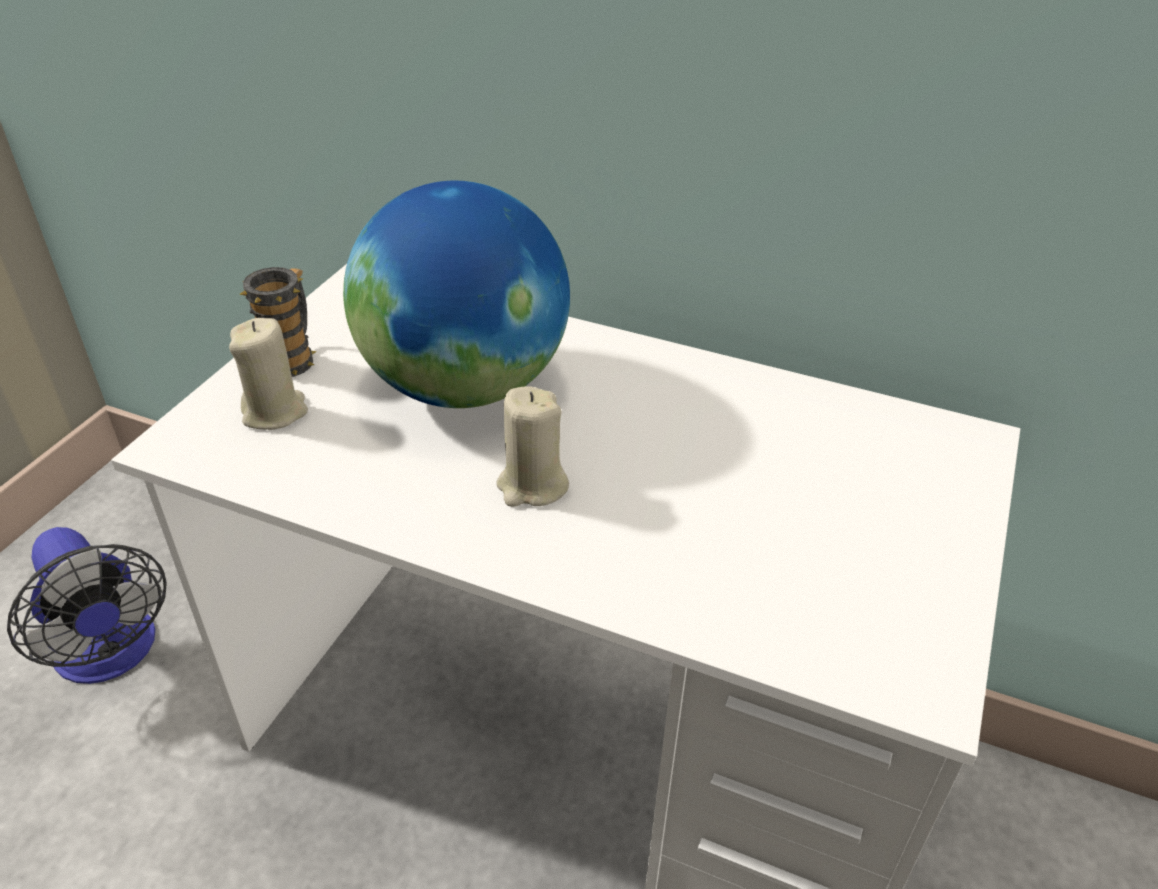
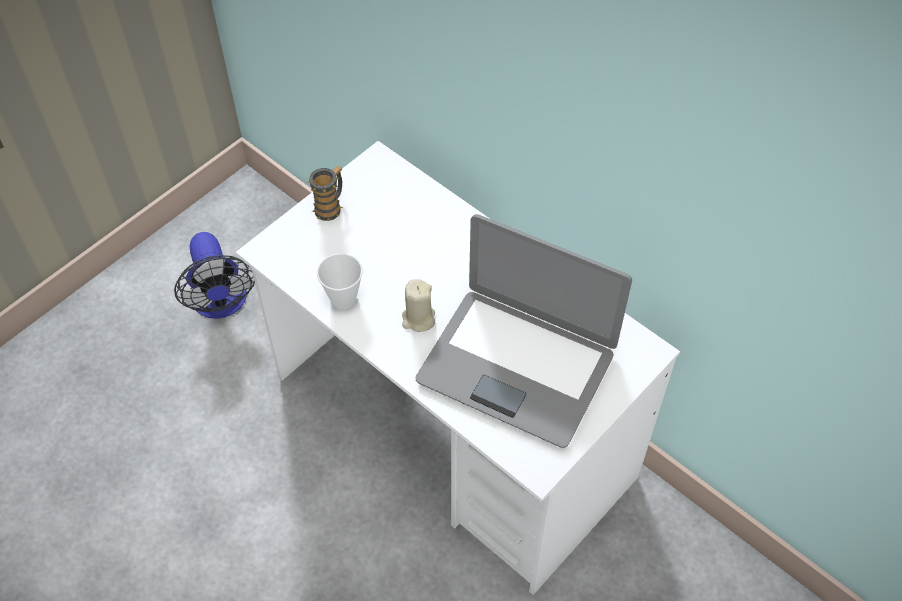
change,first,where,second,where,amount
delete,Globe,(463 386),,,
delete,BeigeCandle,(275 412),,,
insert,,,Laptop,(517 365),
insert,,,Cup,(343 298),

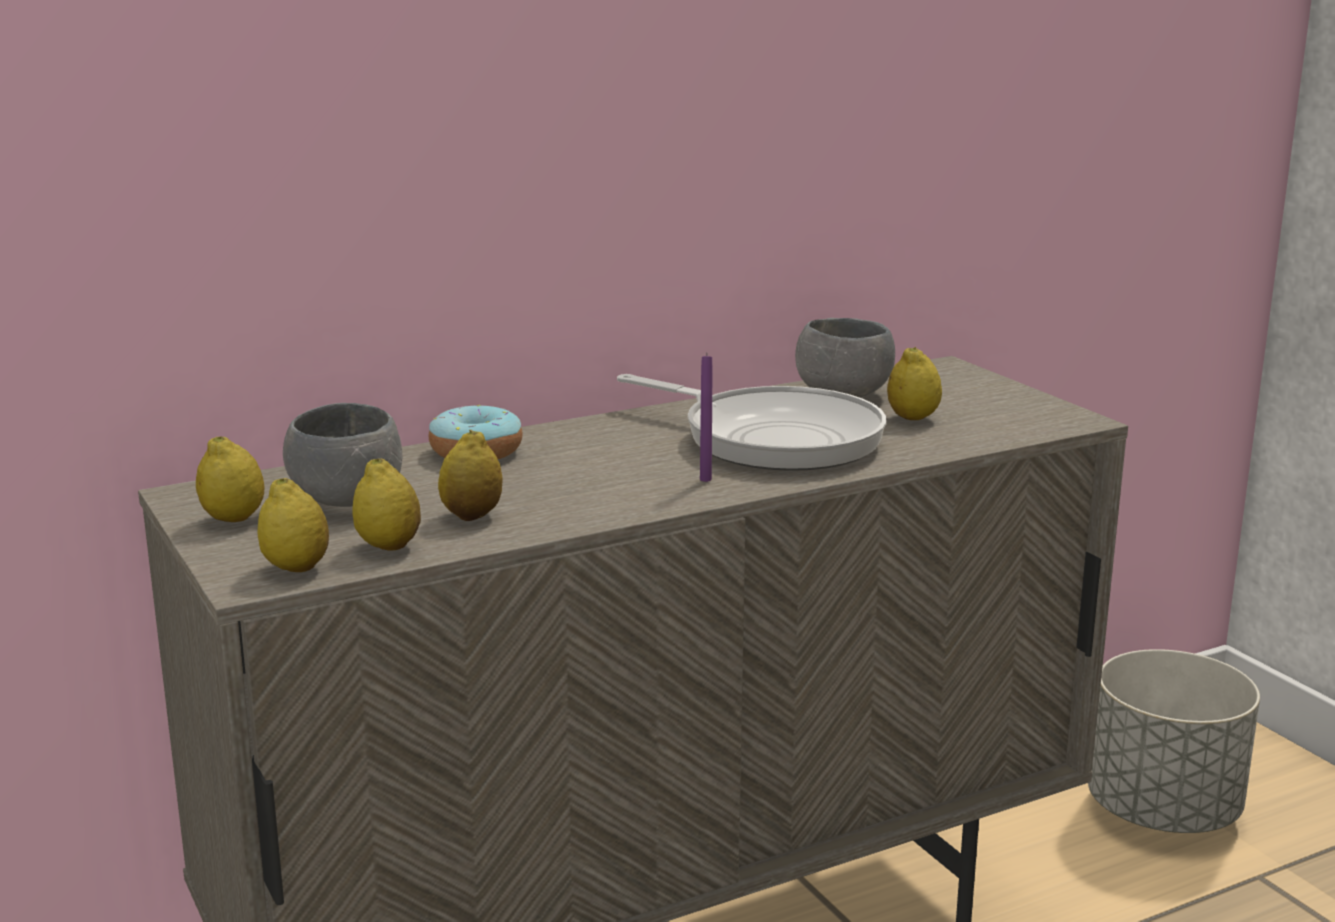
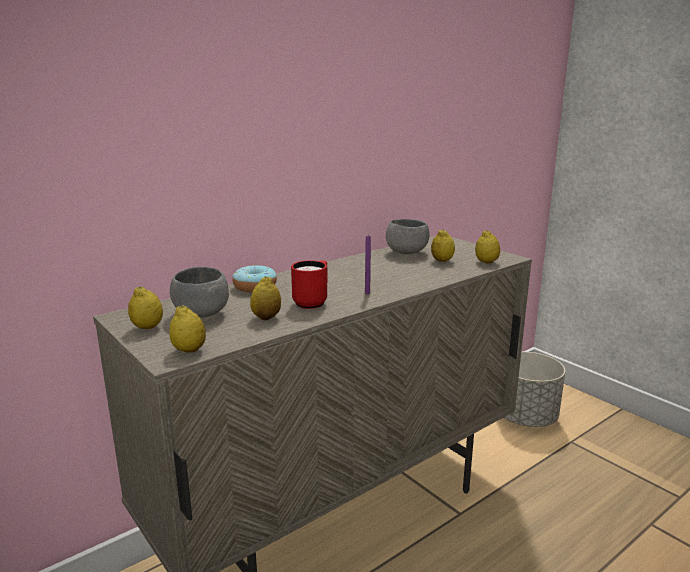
change,first,where,second,where,amount
delete,FryingPan,(773 438),,,
move,Lemon,(388 546),,(486 262),
insert,,,RedMug,(313 302),

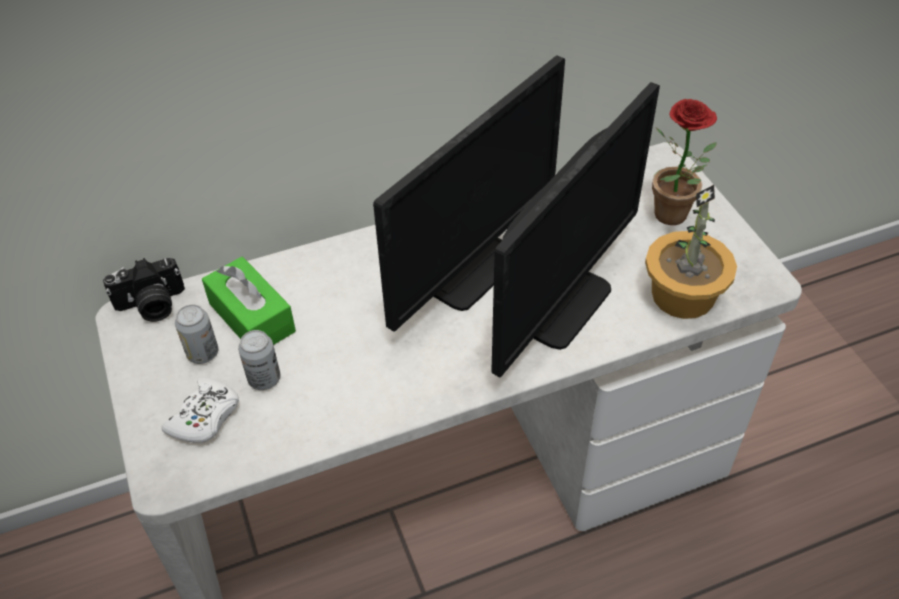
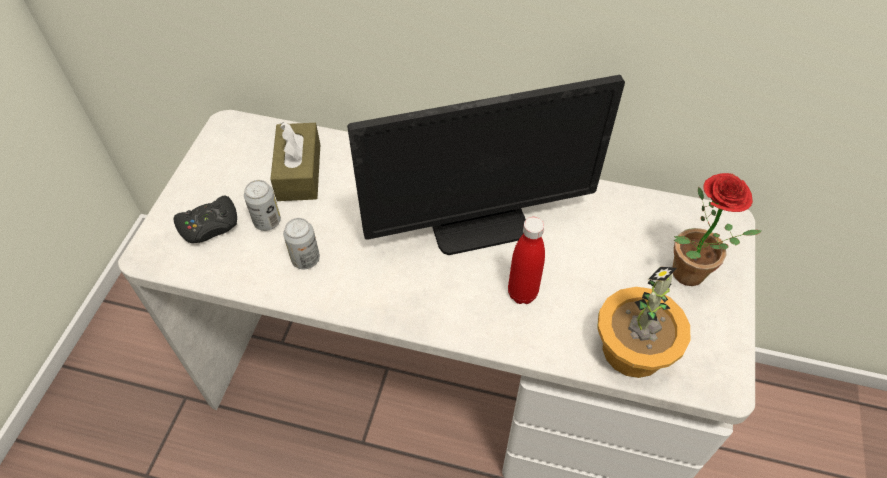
change,first,where,second,where,amount
replace,Monitor,(559 304),RedBottle,(522 293),
recolor,GreenTissueBox,(252 317),BrownTissueBox,(299 172),
delete,PhotoCamera,(151 306),,,
move,Can,(203 353),,(305 259),
recolor,WhiteGameController,(205 417),BlackGameController,(209 225),

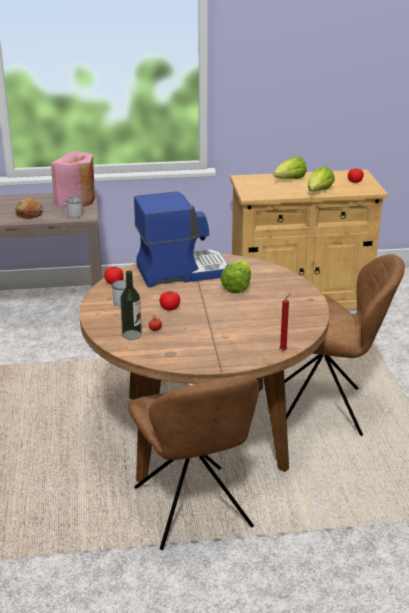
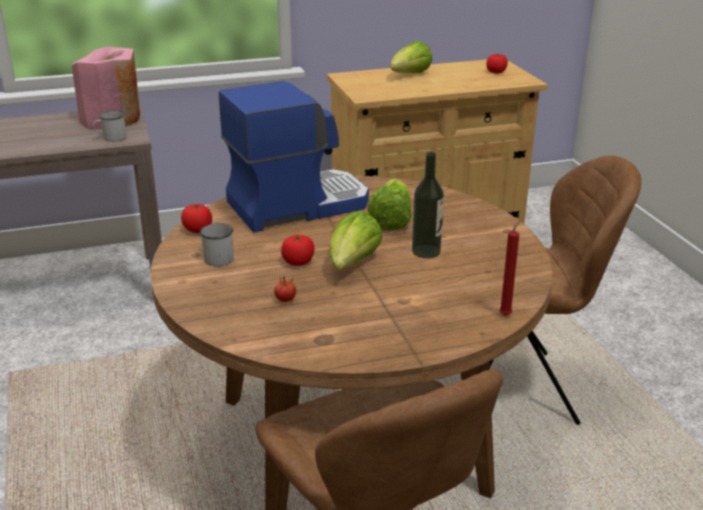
change,first,where,second,where,amount
move,Lettuce,(319 192),,(352 264),
delete,Bread,(30 214),,,
move,Bottle,(132 334),,(426 251),

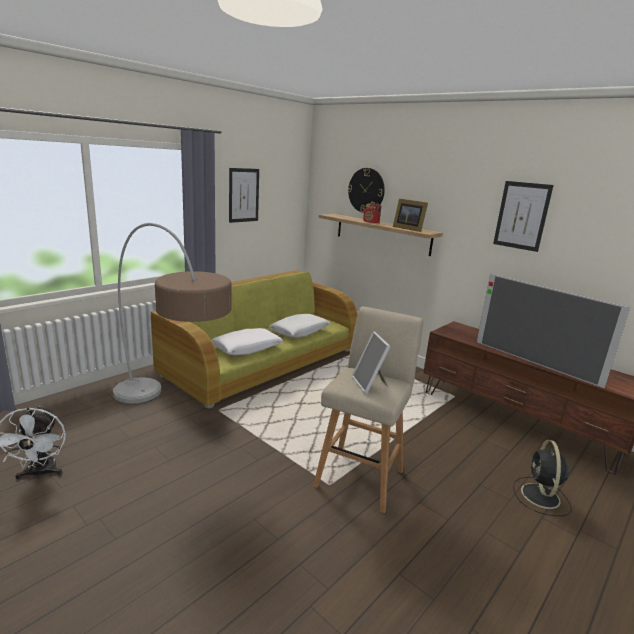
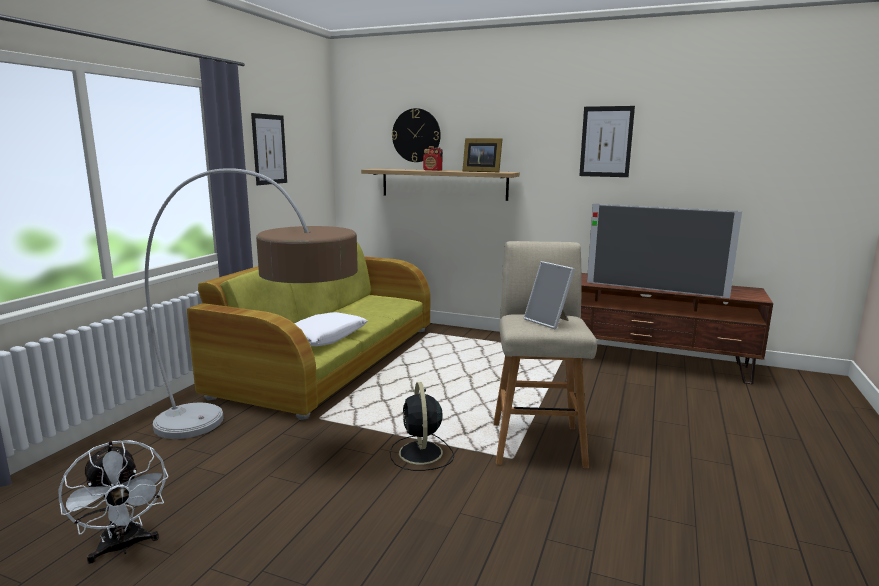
change,first,where,second,where,amount
delete,WhitePillow,(299 331),,,
move,BlackFan,(540 497),,(421 454),

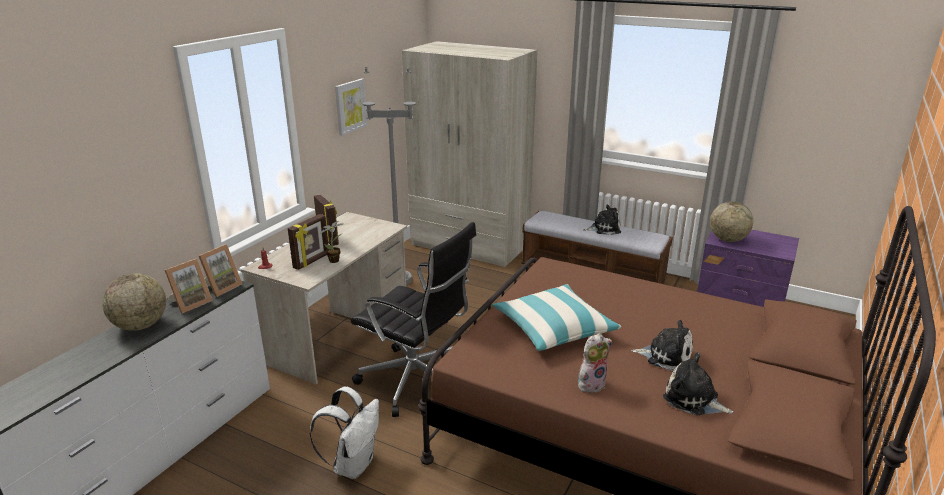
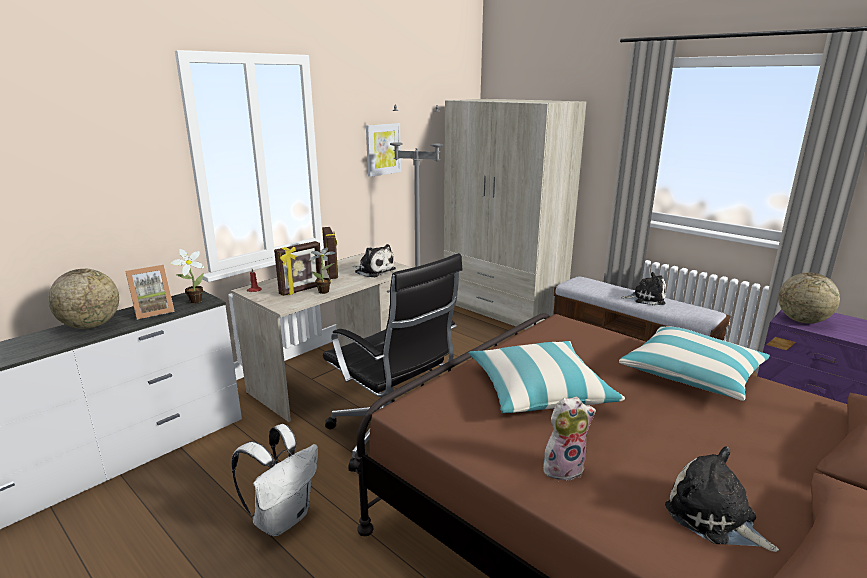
change,first,where,second,where,amount
replace,PictureFrame,(221 287),PottedPlant,(193 301),
move,PlushToy,(666 356),,(373 271),
insert,,,Pillow,(692 375),

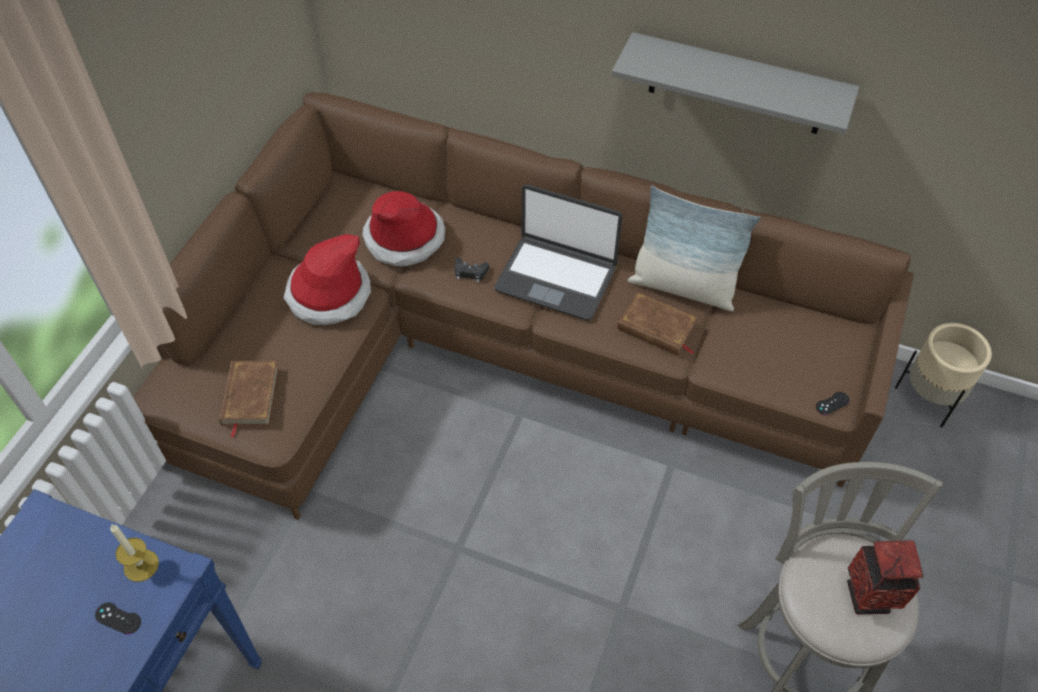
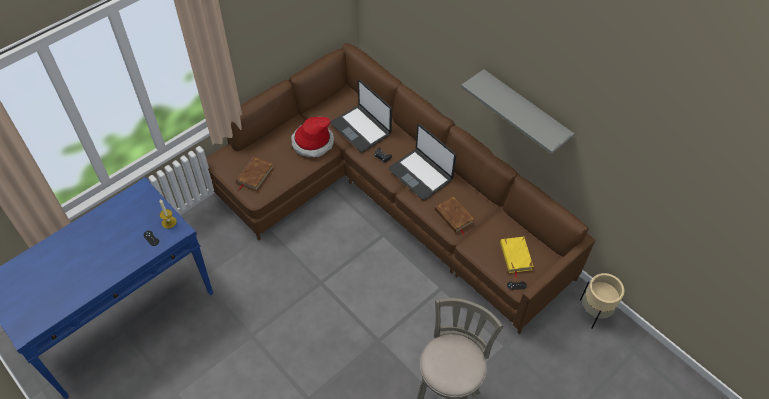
change,first,where,second,where,amount
delete,Pillow,(683 287),,,
replace,Hat,(404 238),Laptop,(361 128),
delete,Vase,(868 597),,,
insert,,,YellowBook,(515 256),

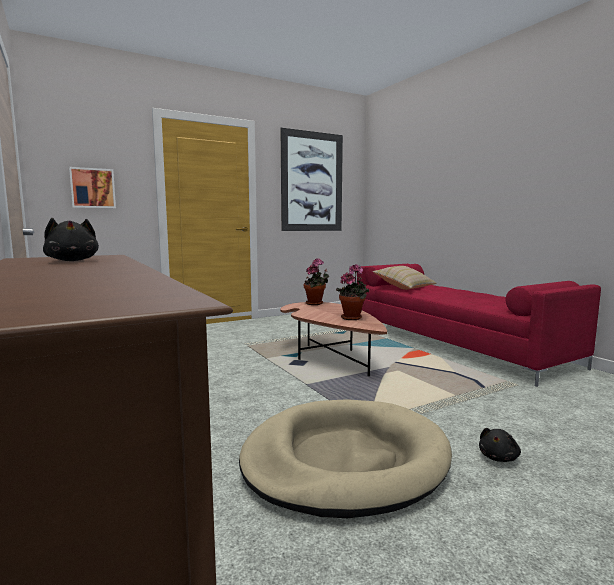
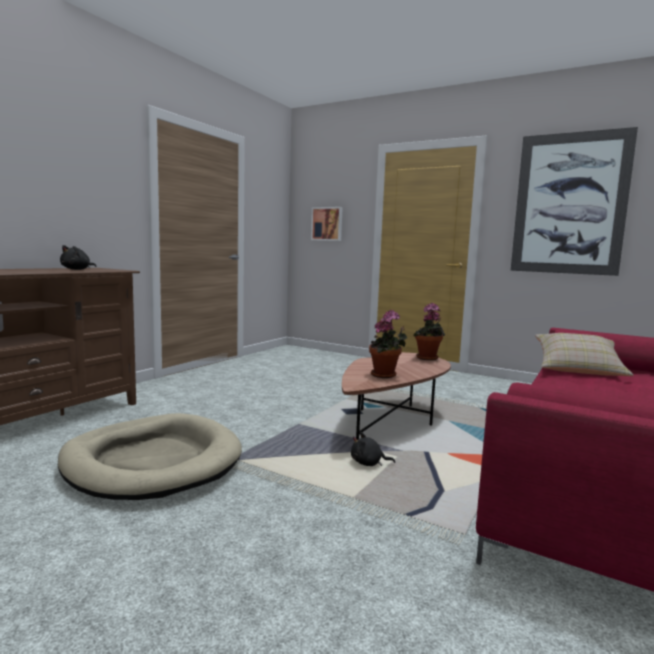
change,first,where,second,where,amount
move,BlackPlushToy,(499 457),,(368 463),

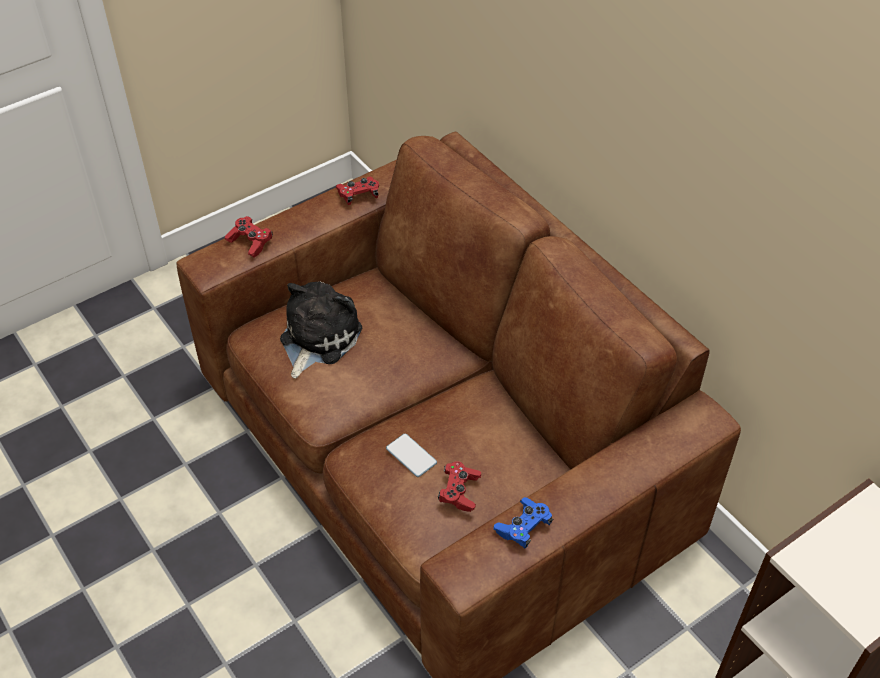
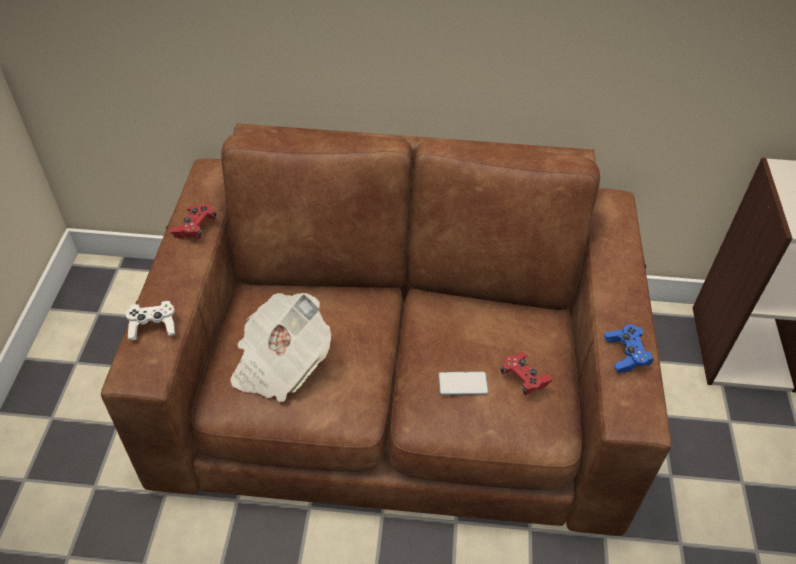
change,first,where,second,where,amount
recolor,RedGameController,(250 242),WhiteGameController,(153 326),
replace,PlushToy,(317 338),Newspaper,(280 363),

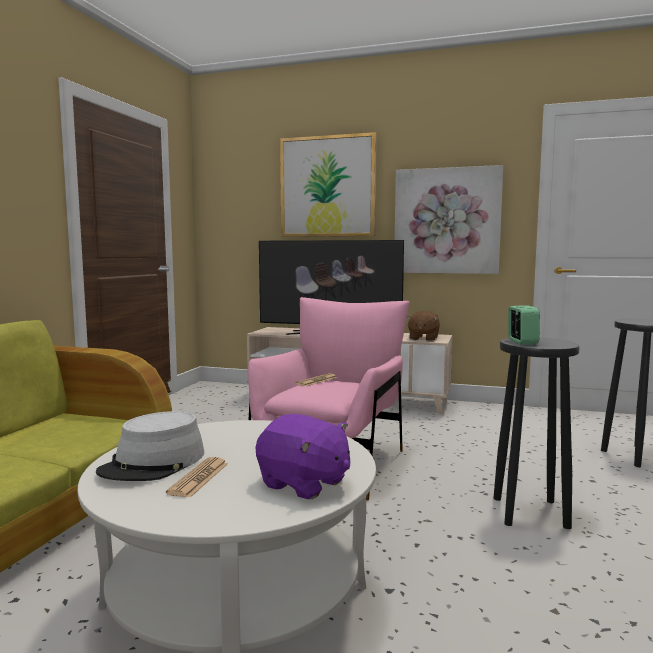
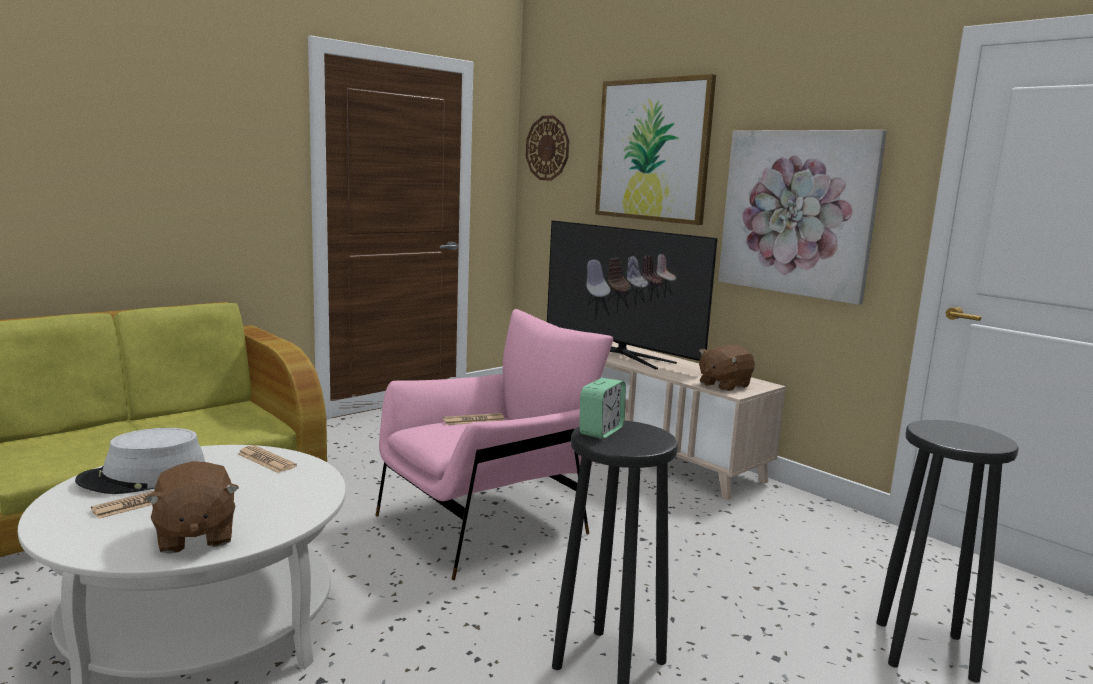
change,first,where,second,where,amount
recolor,PurplePlushToy,(303 484),BrownPlushToy,(194 536),
insert,,,WallClock,(547 148),
insert,,,Newspaper,(266 460),

